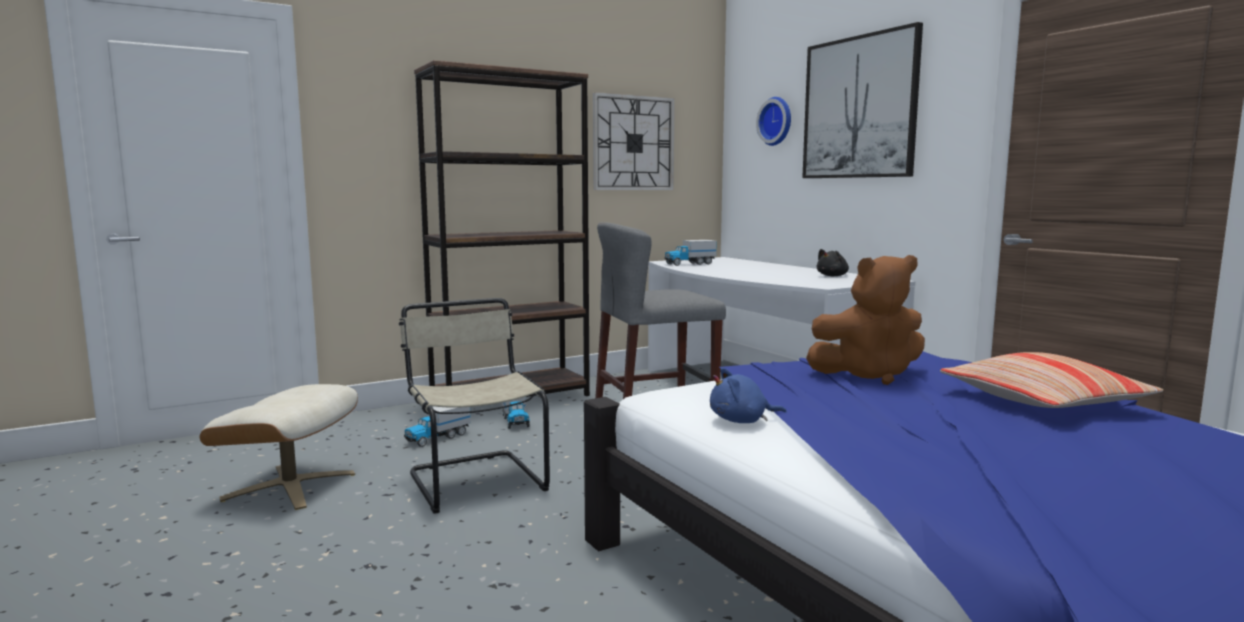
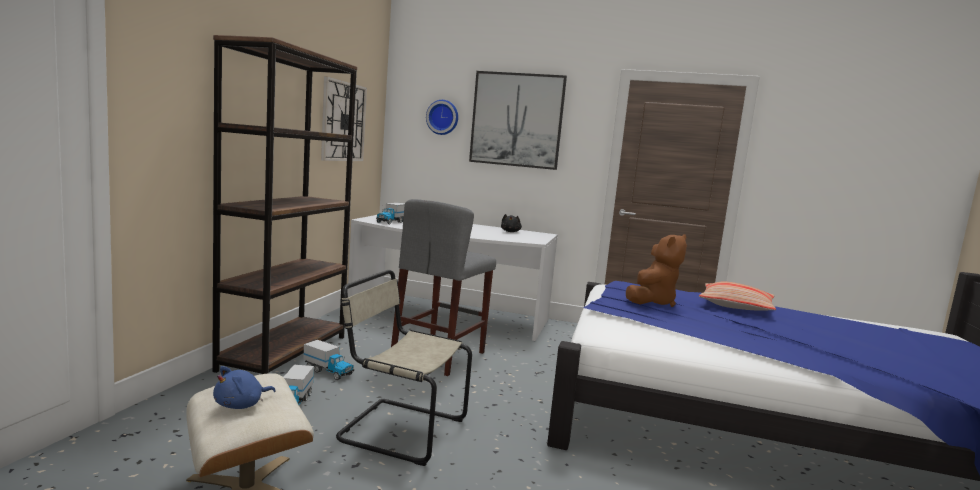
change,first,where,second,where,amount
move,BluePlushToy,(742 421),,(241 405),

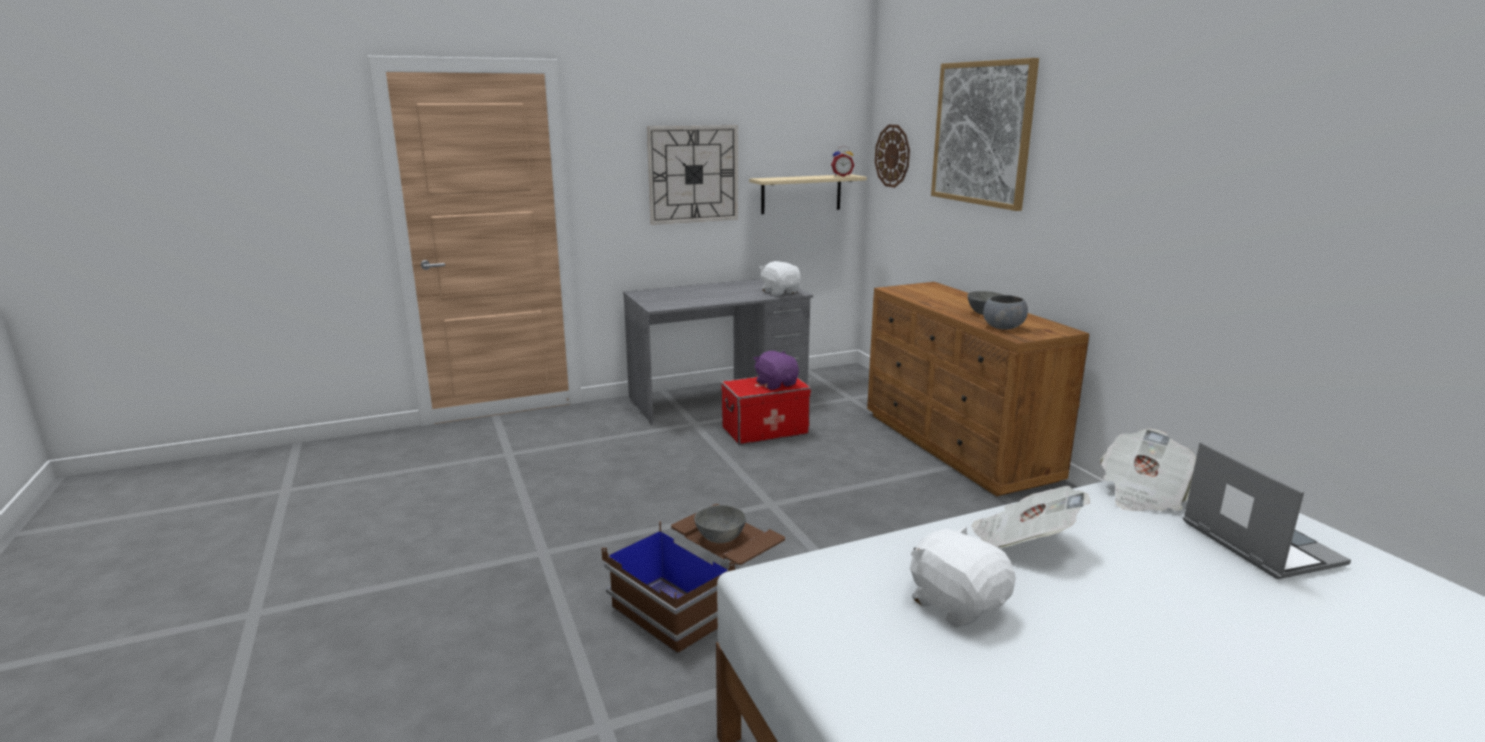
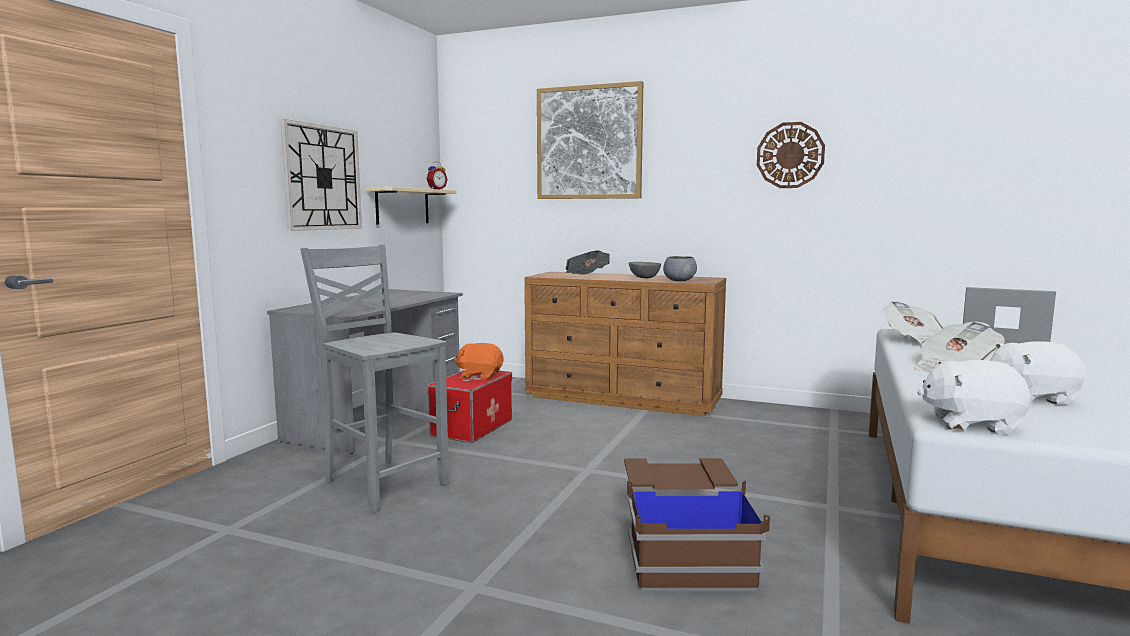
change,first,where,second,where,amount
move,WallClock,(892 156),,(790 155),
move,WhitePlushToy,(780 292),,(971 423),
recolor,PurplePlushToy,(776 384),OrangePlushToy,(480 376),
delete,GreyBowl,(719 538),,,
insert,,,GreyChair,(383 483),
insert,,,Newspaper,(587 276),

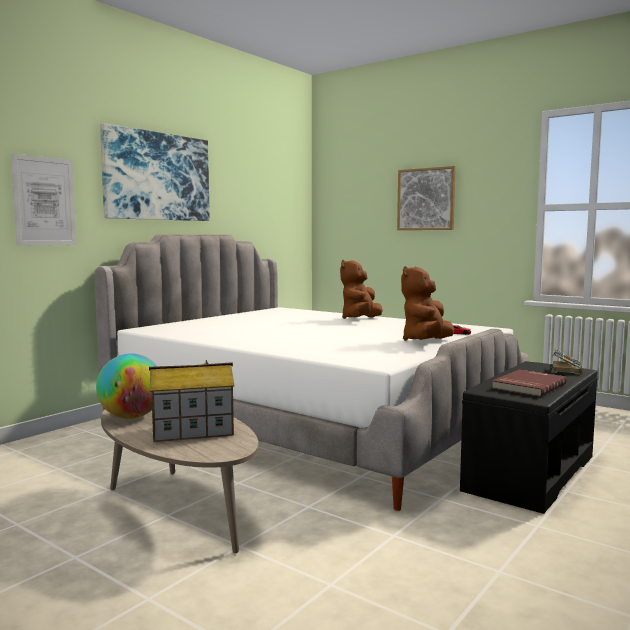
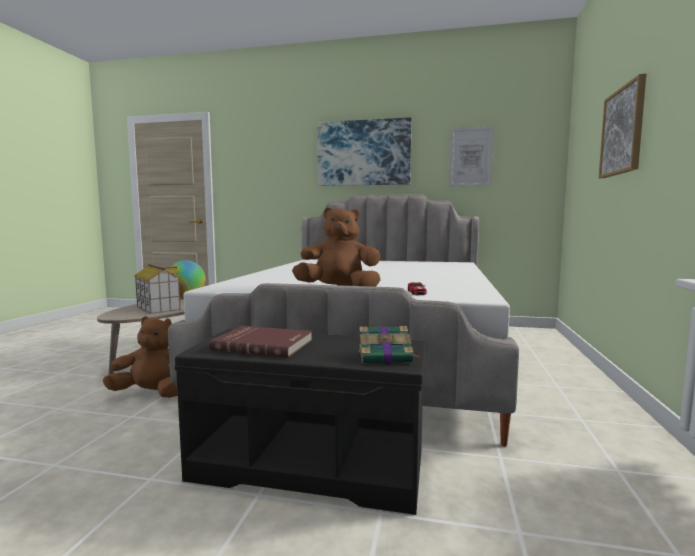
change,first,where,second,where,amount
move,Picture,(44 201),,(470 157),
move,BrownPlushToy,(360 319),,(152 394),

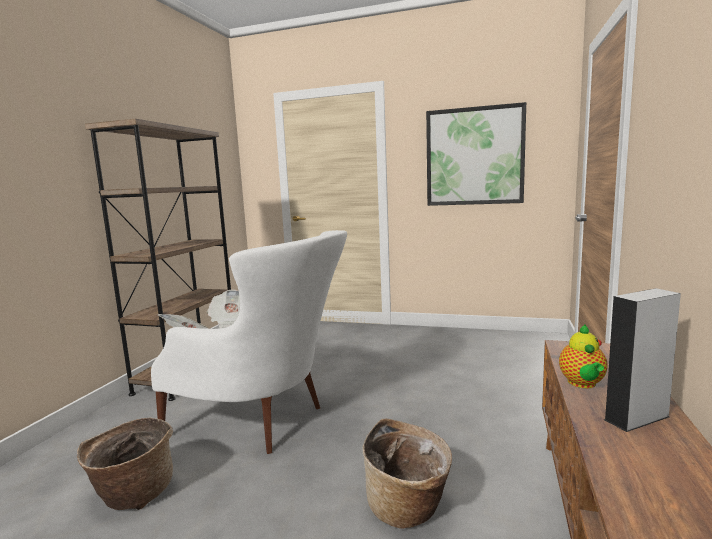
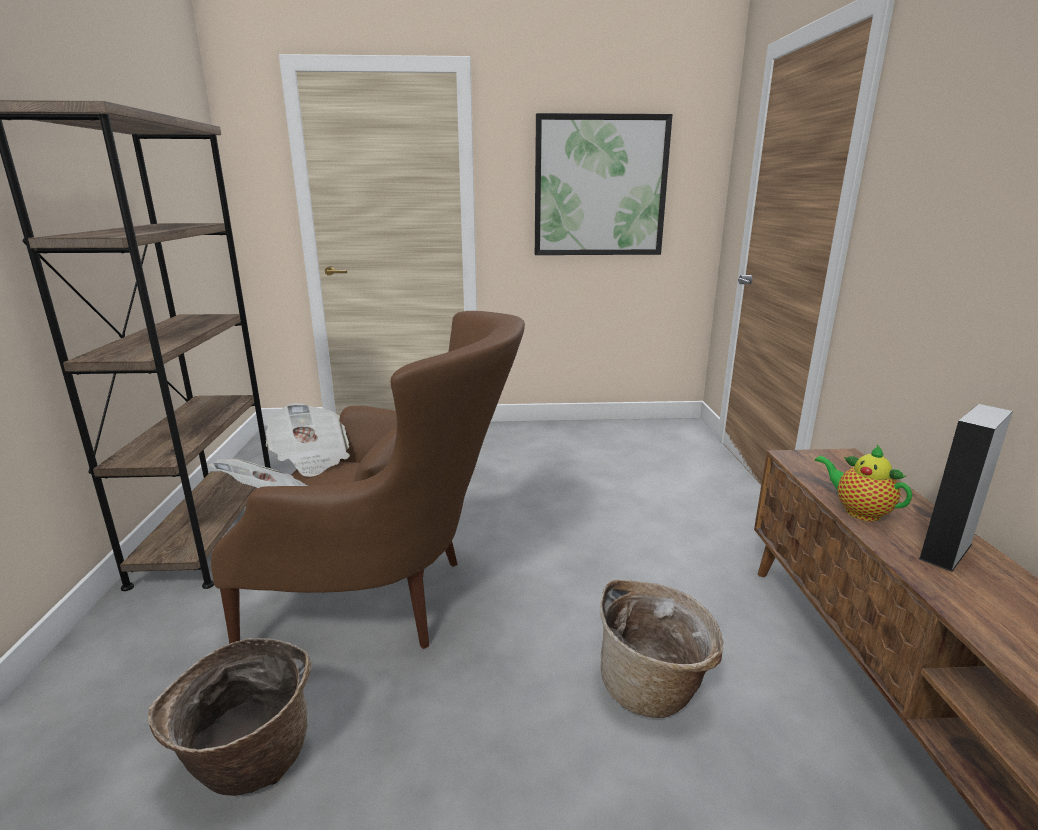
change,first,where,second,where,amount
recolor,WhiteArmchair,(267 421),BrownArmchair,(392 598),
rotate,Teapot,(582 384),,(858 511),150 degrees clockwise

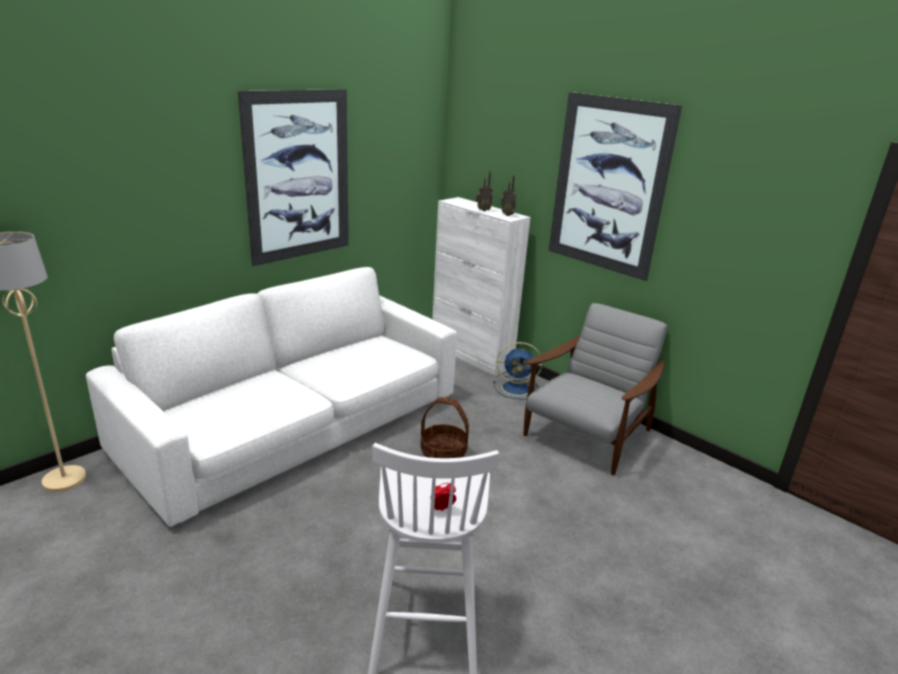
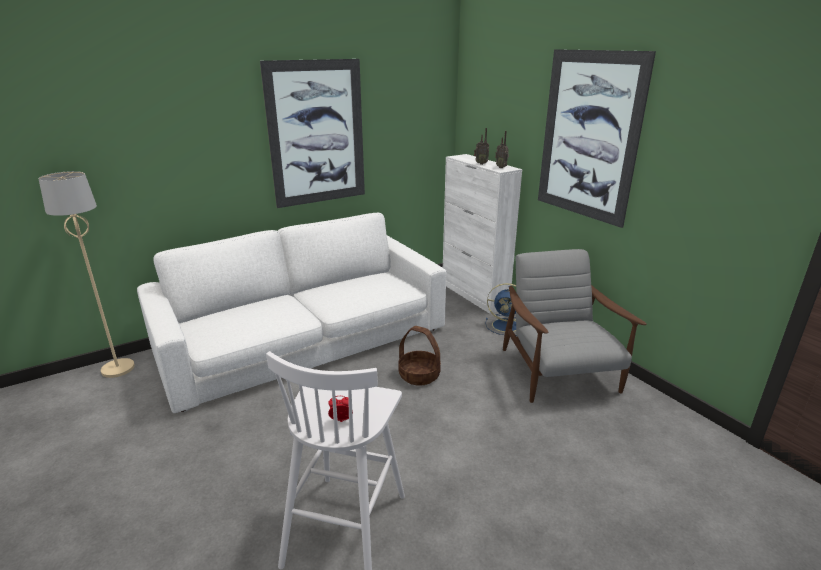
change,first,where,second,where,amount
rotate,GreyArmchair,(587 435),,(559 372),60 degrees counterclockwise

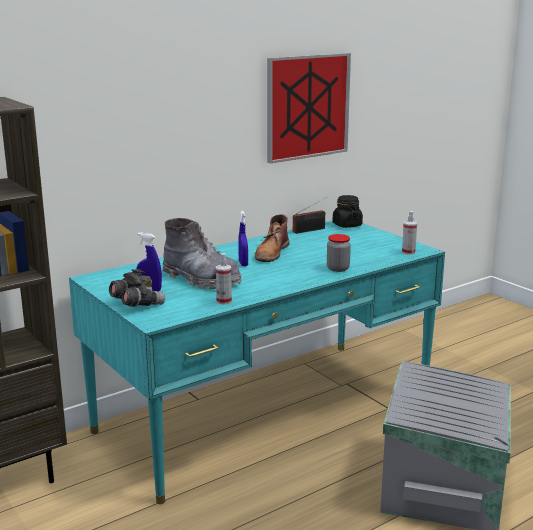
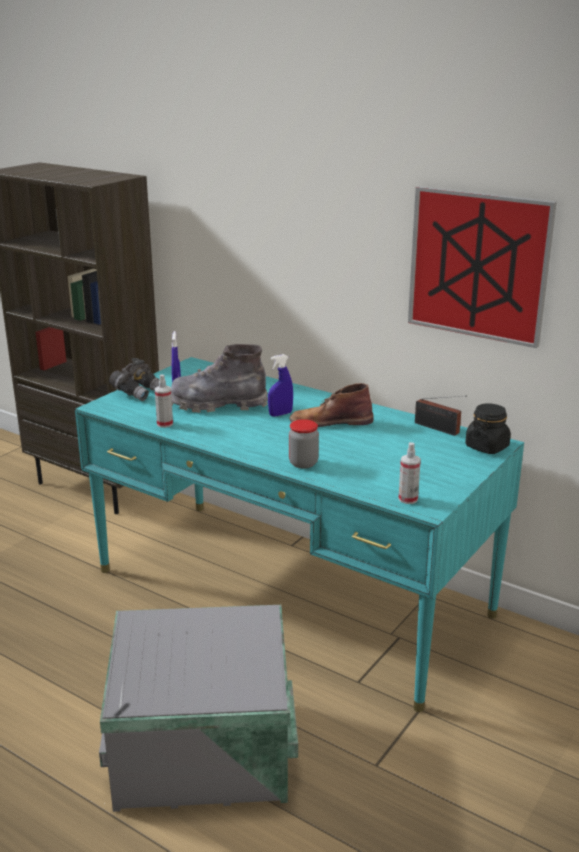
change,first,where,second,where,amount
rotate,GreyBoot,(201 279),,(218 404),75 degrees clockwise

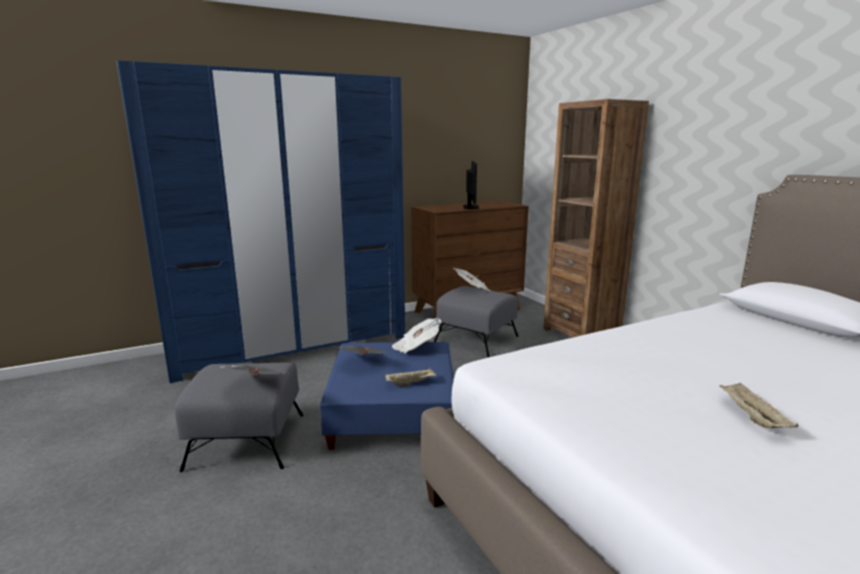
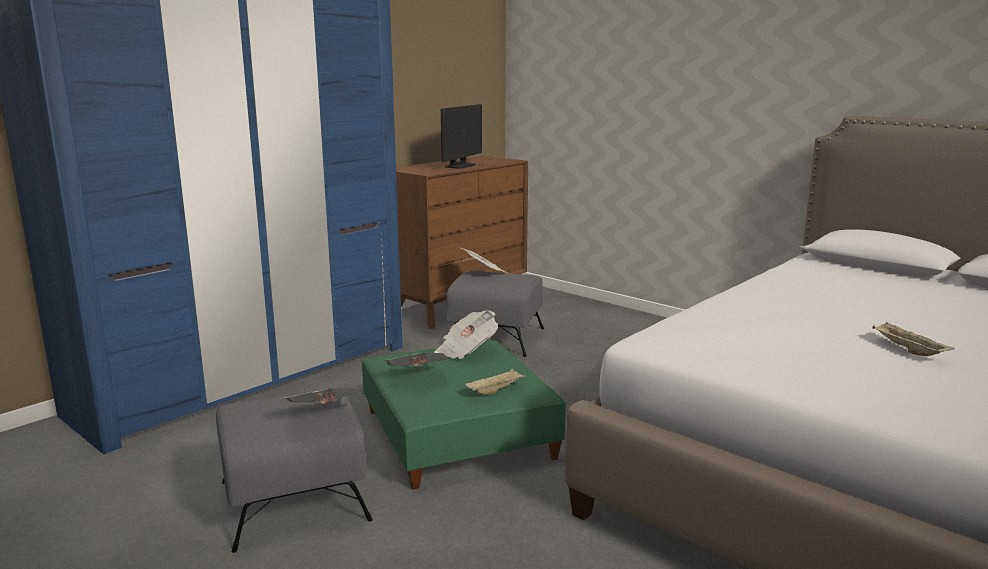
change,first,where,second,where,amount
delete,BrownBookcase,(581 334),,,
rotate,Monitor,(471 207),,(460 166),45 degrees clockwise
recolor,BlueOttoman,(393 411),GreenOttoman,(458 434),

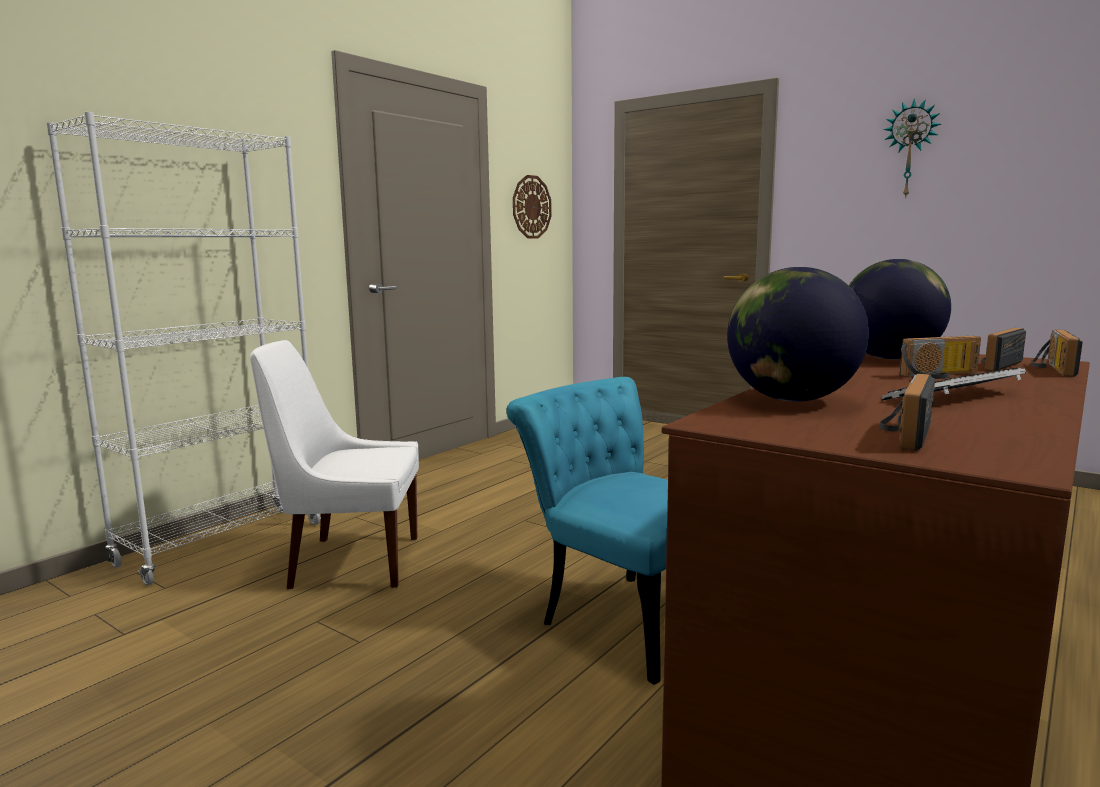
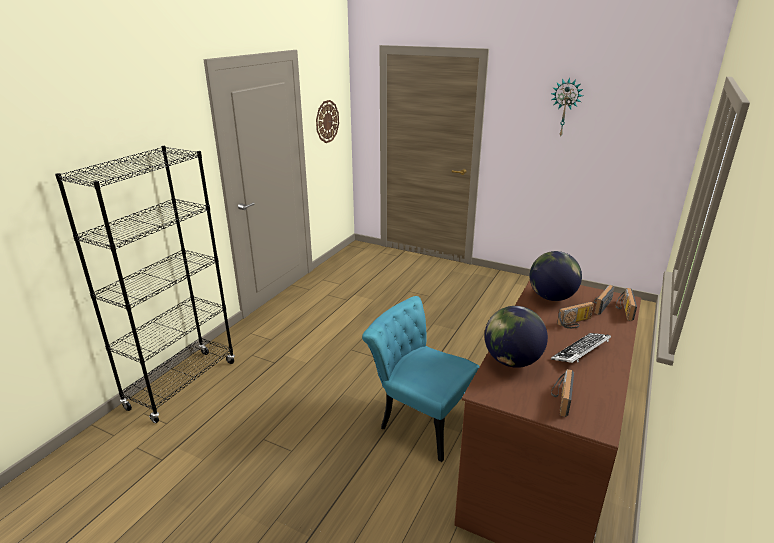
change,first,where,second,where,amount
recolor,WhiteBookcase,(222 544),BlackBookcase,(182 385),
delete,WhiteChair,(350 562),,,

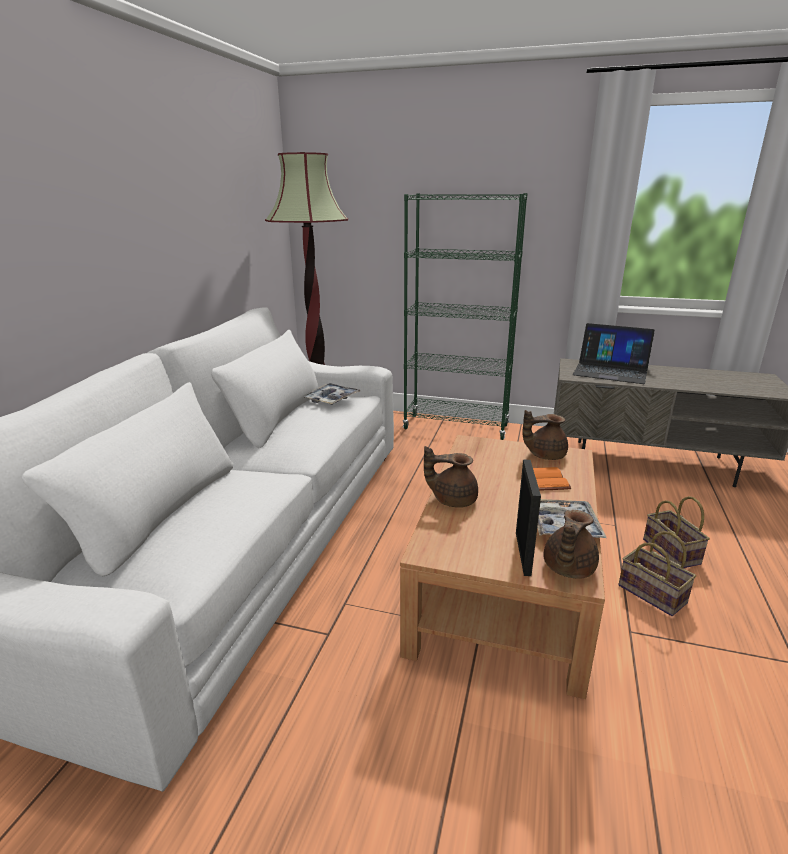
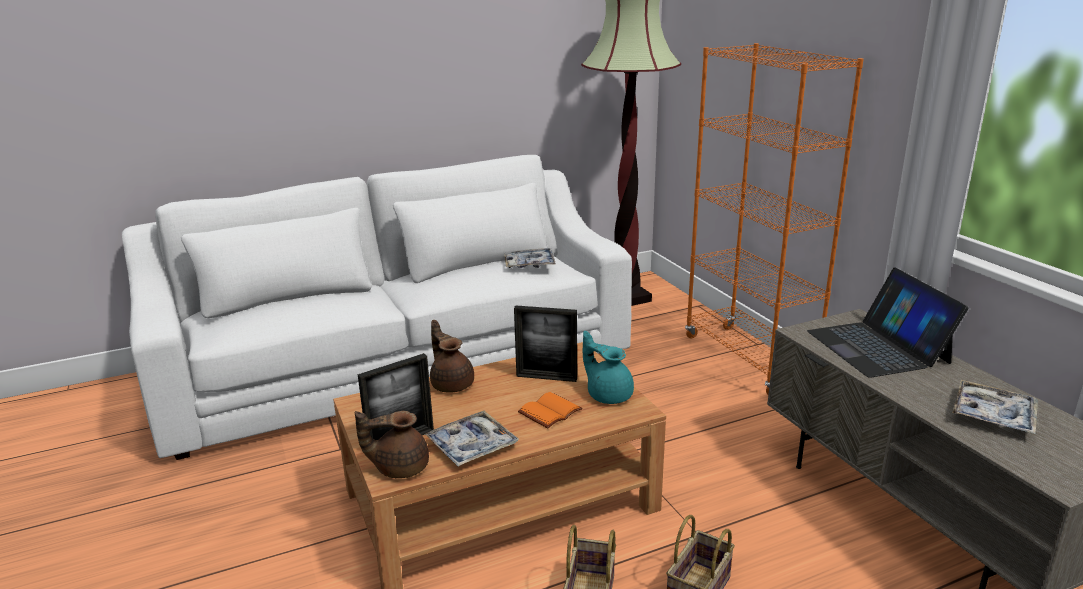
change,first,where,second,where,amount
recolor,GreenBookcase,(456 427),OrangeBookcase,(748 359),
recolor,BrownTeapot,(544 455),TurquoiseTeapot,(608 394),
insert,,,PictureFrame,(546 377),
insert,,,Tray,(993 415),

